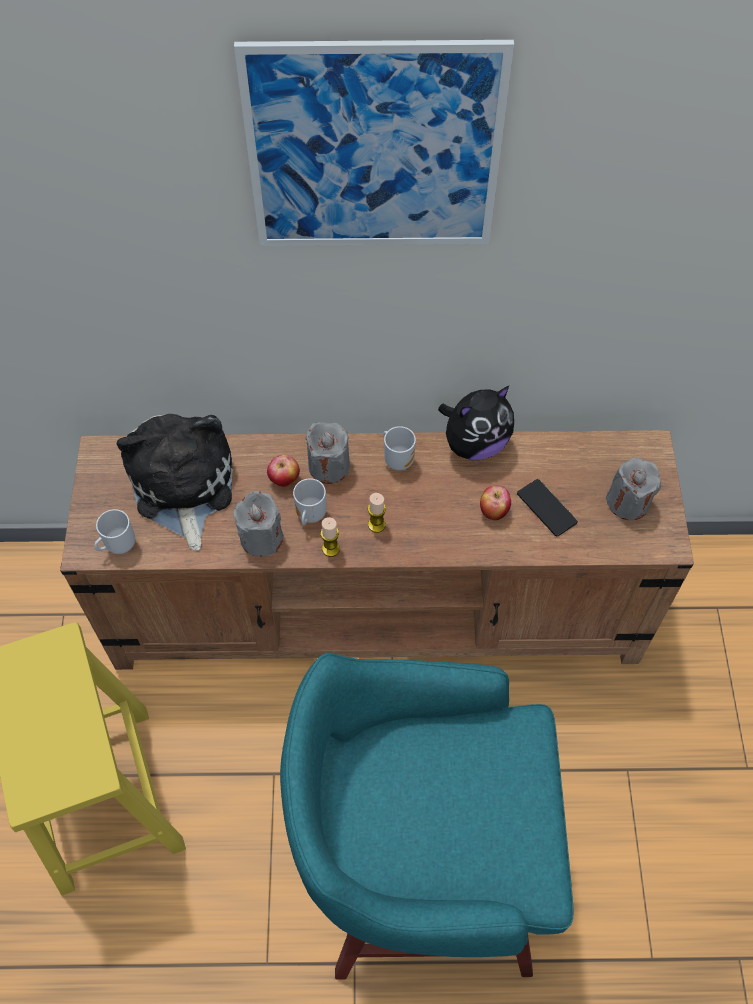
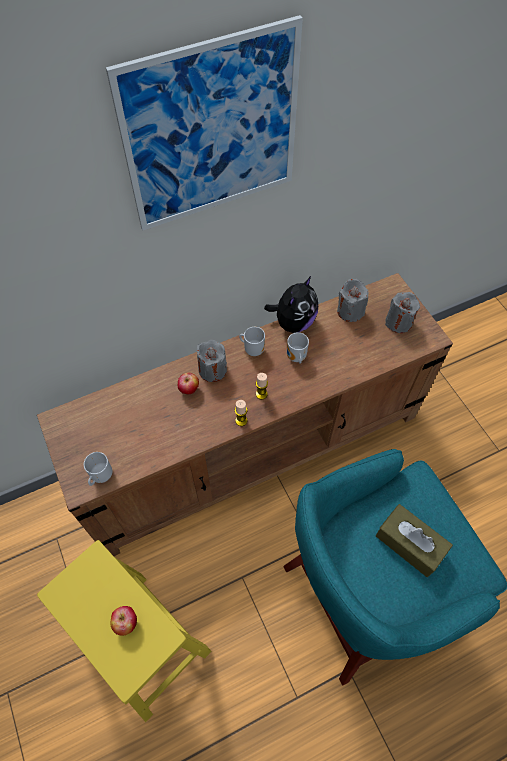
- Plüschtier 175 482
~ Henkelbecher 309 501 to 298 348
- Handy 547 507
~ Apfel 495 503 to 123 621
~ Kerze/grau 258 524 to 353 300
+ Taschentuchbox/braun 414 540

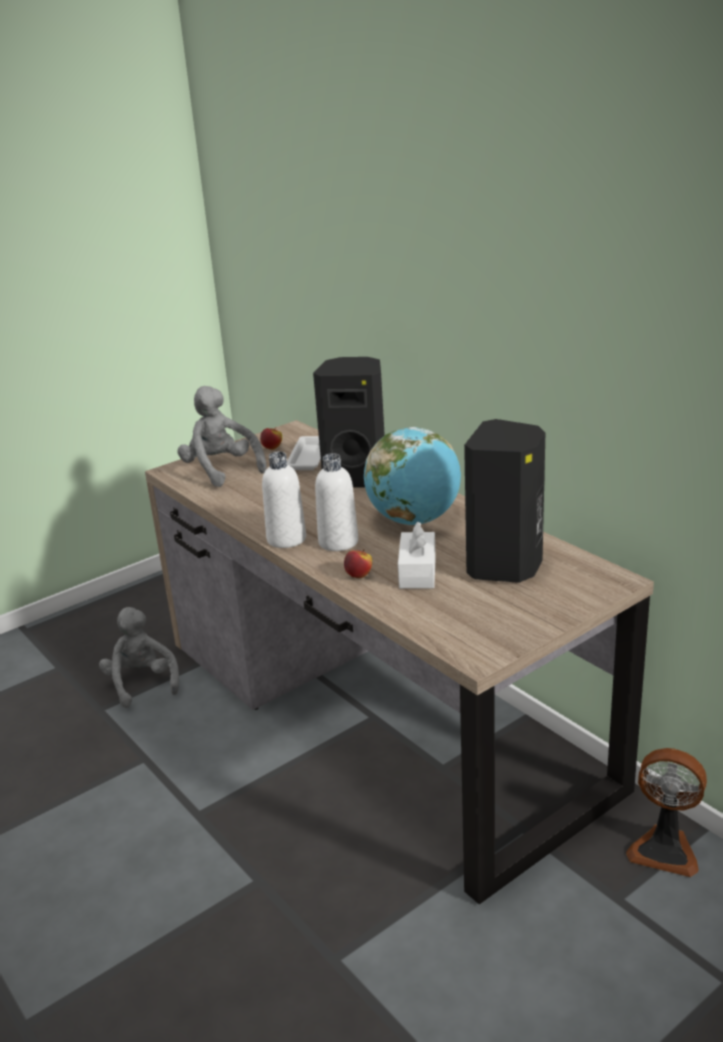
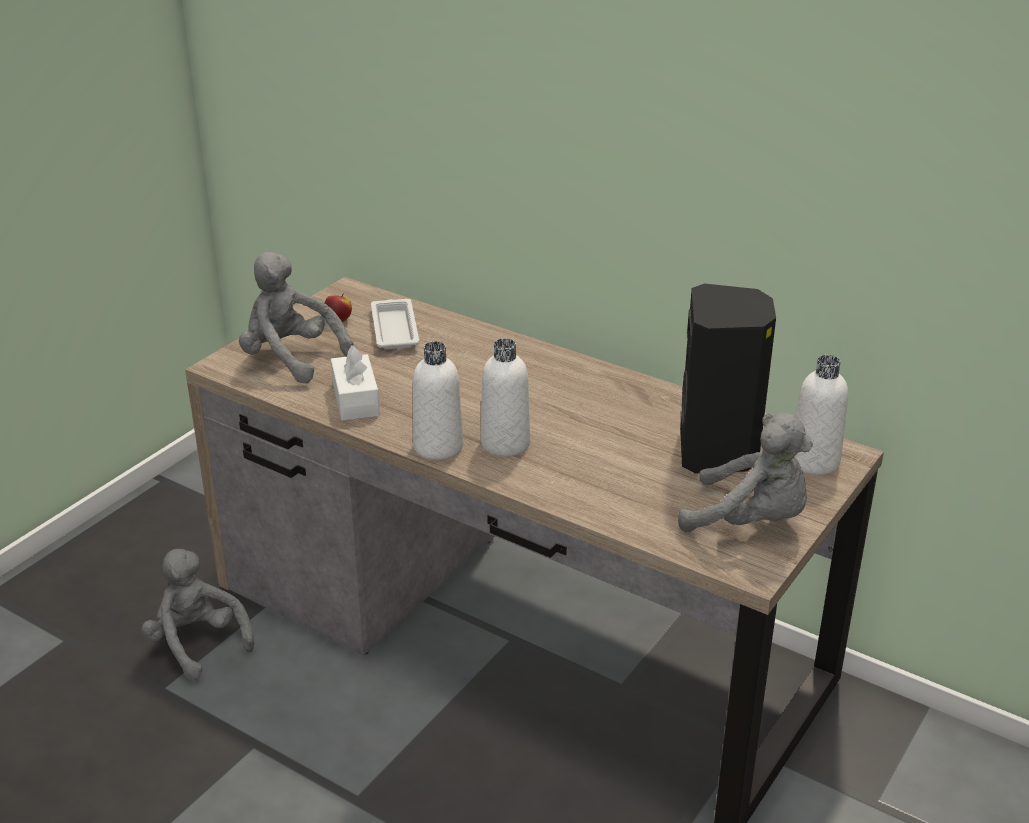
- Lautsprecher/schwarz 349 422
- Globus 412 476
~ Taschentuchbox/weiß 417 555 to 355 383
- Apfel 358 564
- Ventilator 666 812
+ Flasche/weiß 821 415
+ Plüschtier/grau 745 472

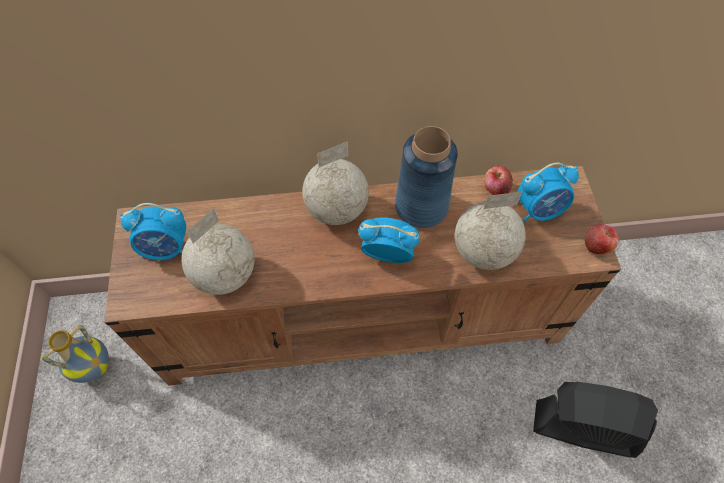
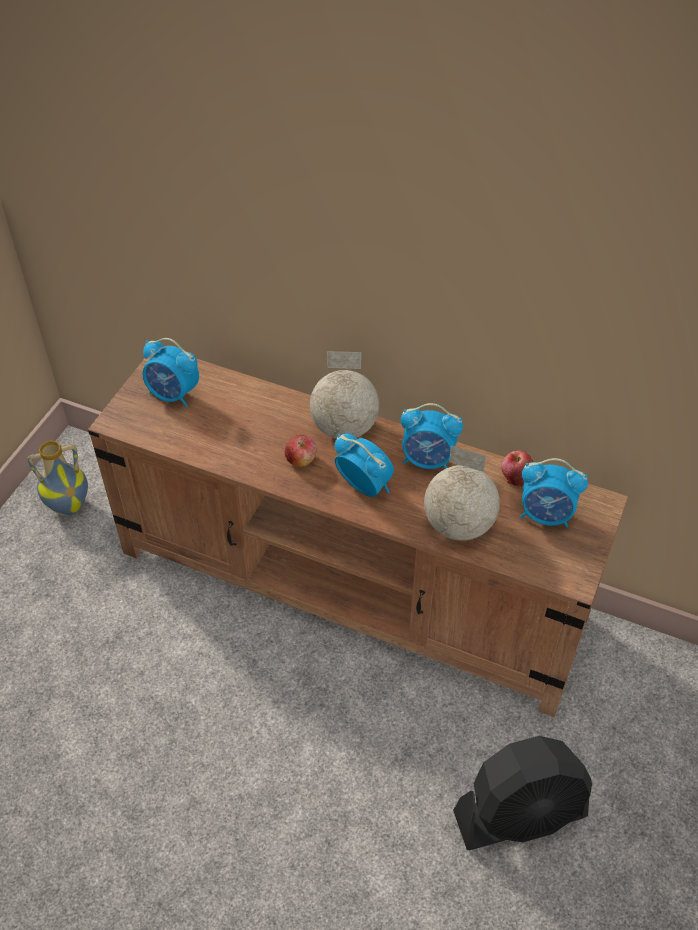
~ Vase/blau 426 177 to Wecker 432 436
- Globus 217 251
~ Apfel 602 239 to 301 451
~ Ventilator/schwarz 595 420 = 522 793 120 degrees clockwise

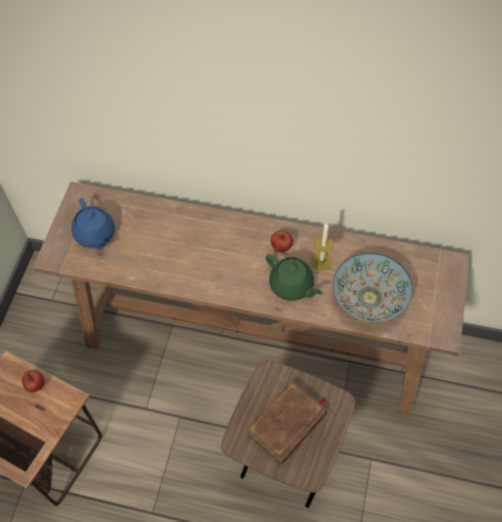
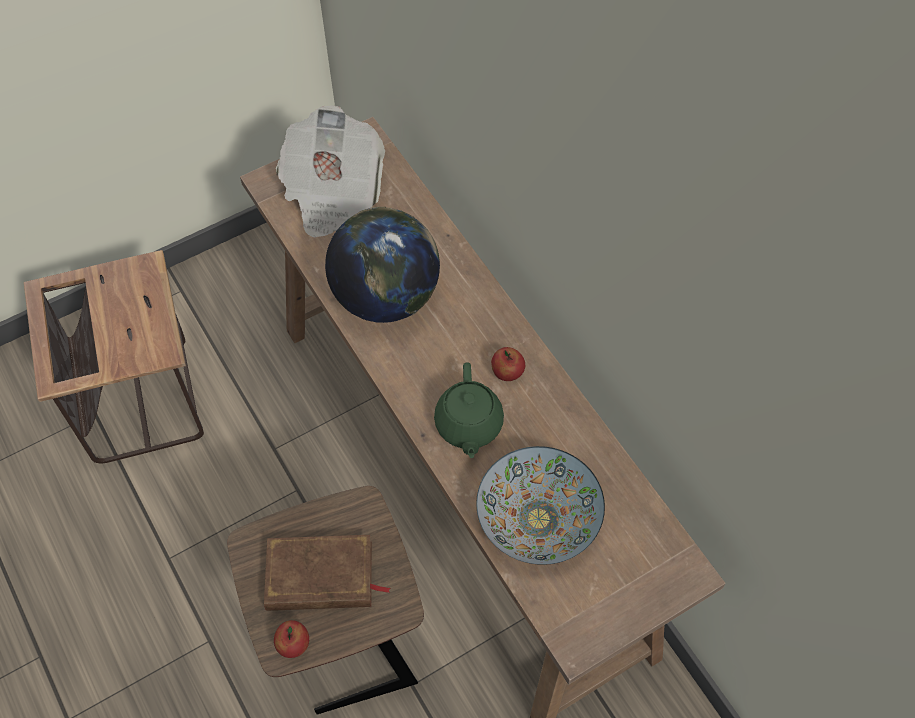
~ Teekanne/blau 93 223 to Zeitung 330 171
- Kerze 322 247
~ Apfel 33 381 to 291 639
+ Globus 382 265

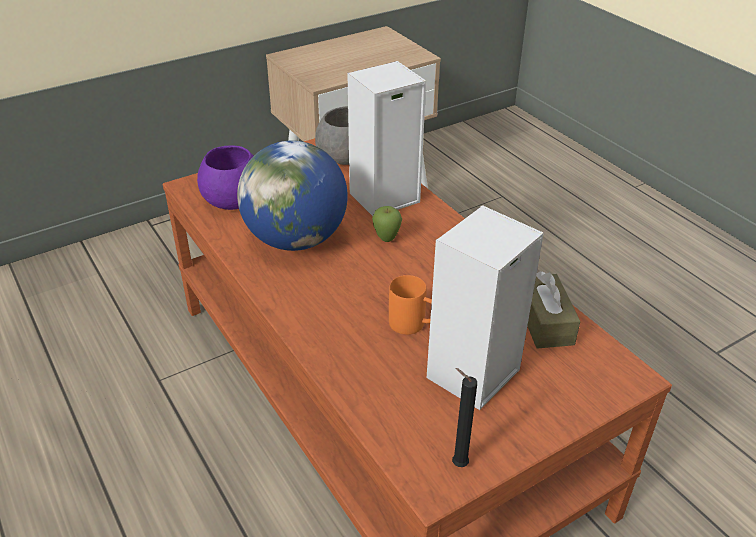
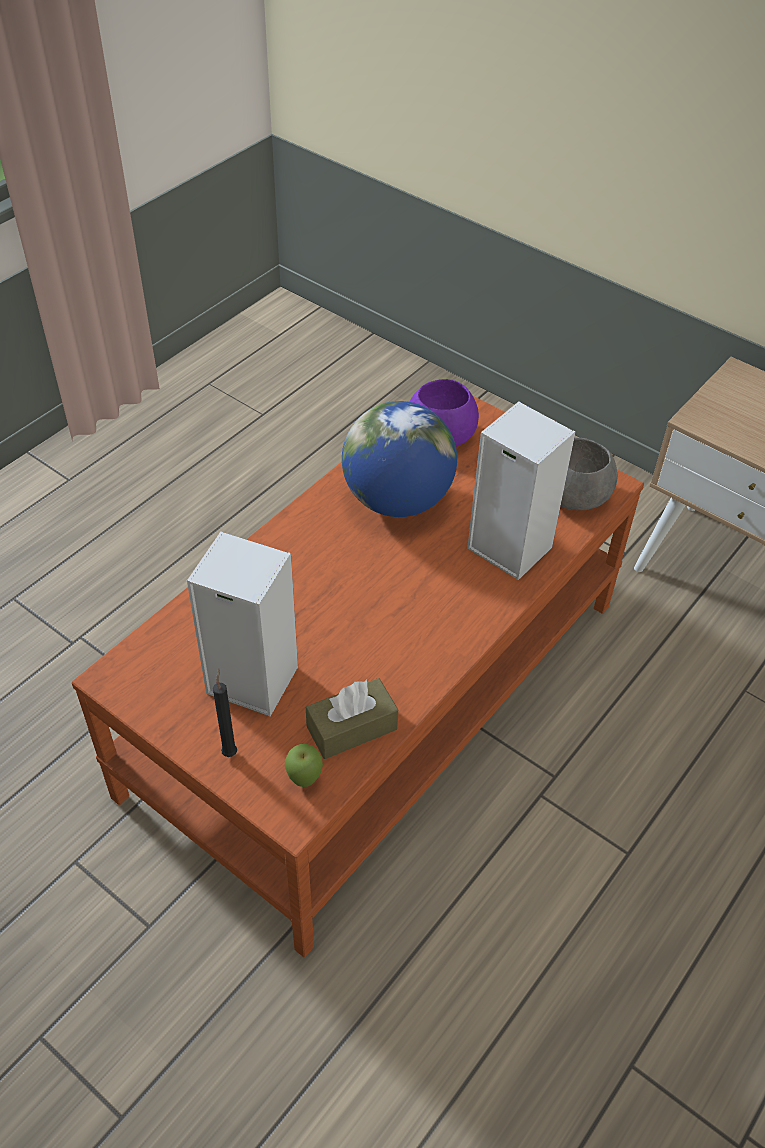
~ Apfel 387 224 to 304 765
- Henkelbecher/orange 410 305
~ Kerze/schwarz 464 417 to 225 712

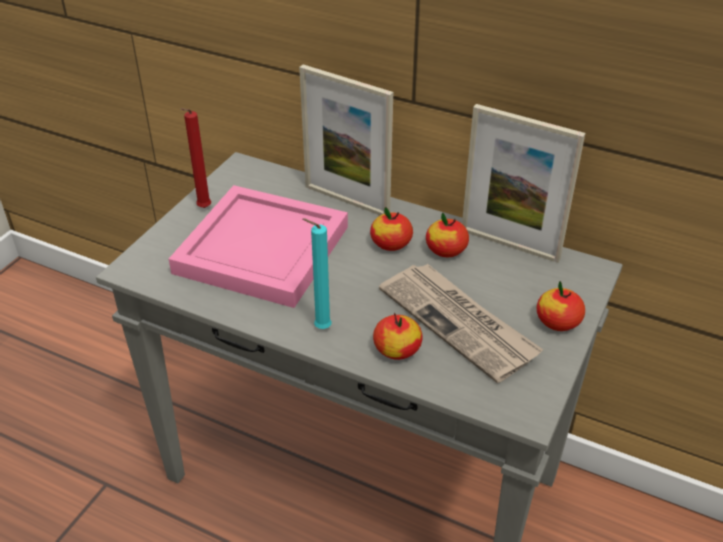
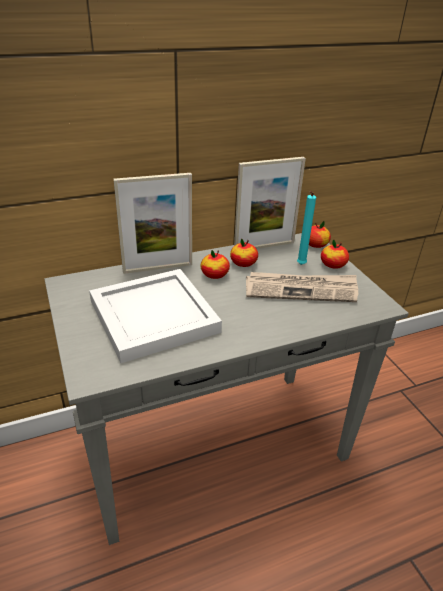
- Kerze/rot 196 158
~ Tablett/rosa 258 246 to Tablett/weiß 155 316
~ Kerze/türkis 317 273 to 306 228
~ Apfel 398 336 to 320 234

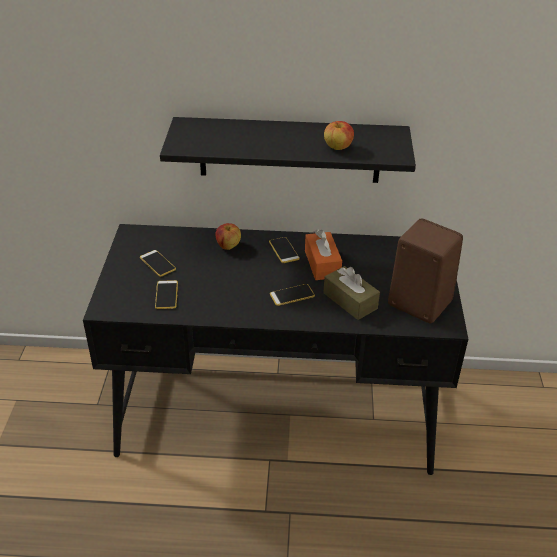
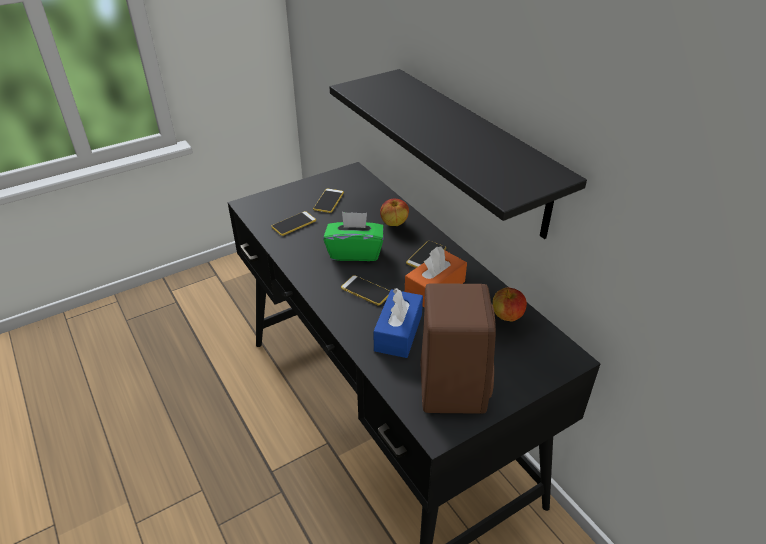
~ Apfel 339 135 to 510 305
~ Taschentuchbox/braun 351 293 to Taschentuchbox/blau 398 323
+ Taschentuchbox/grün 353 236

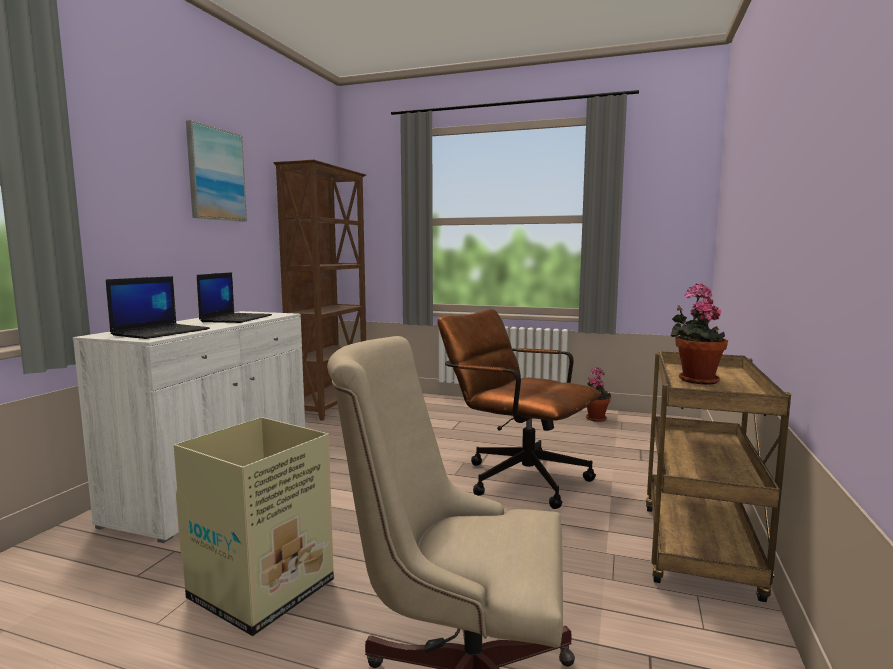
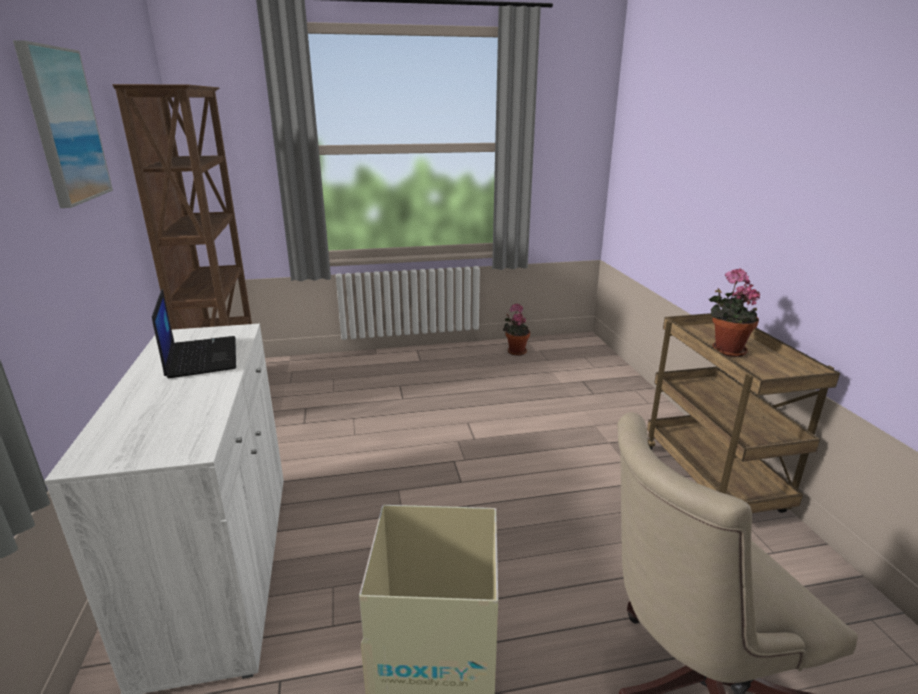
- Laptop 158 307
- Bürostuhl/braun 519 409

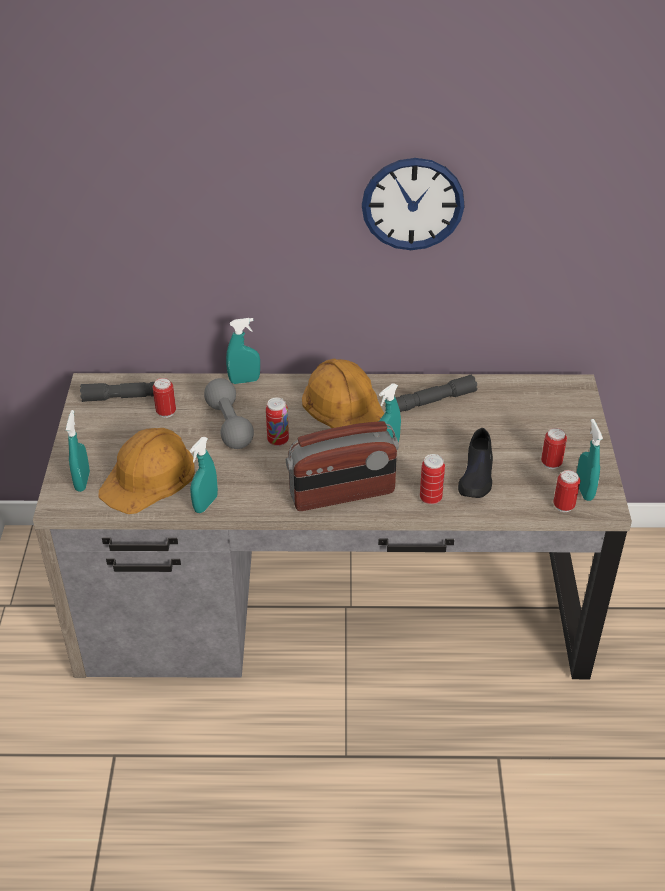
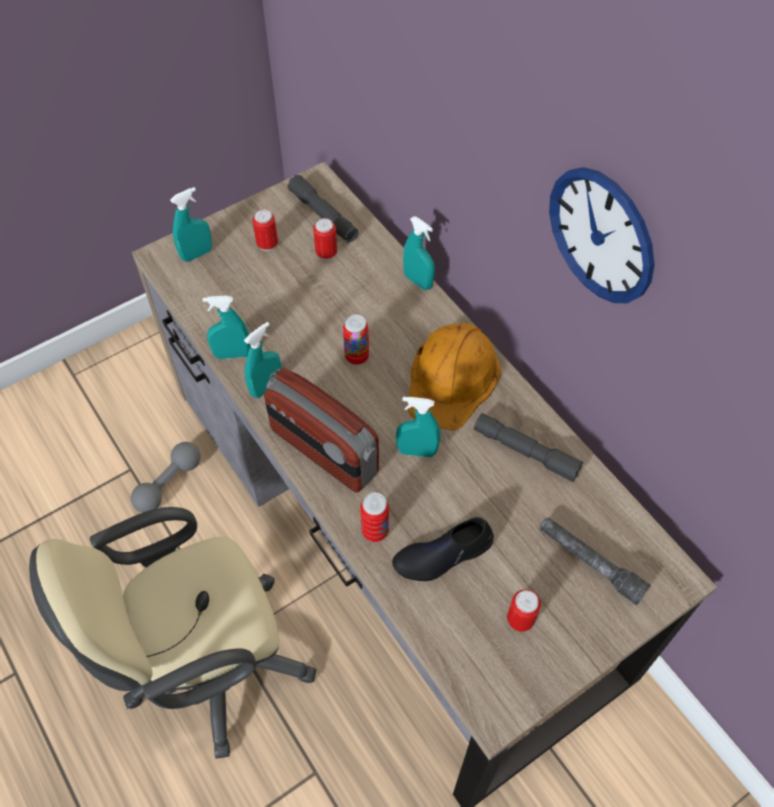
~ Hantel/grau 229 413 to 166 477
~ Sprühflasche/türkis 590 460 to 262 360
- Schutzhelm/orange 146 471
~ Dose 567 491 to 265 230
+ Bürostuhl/beige 172 632
+ Taschenlampe/grau 595 561

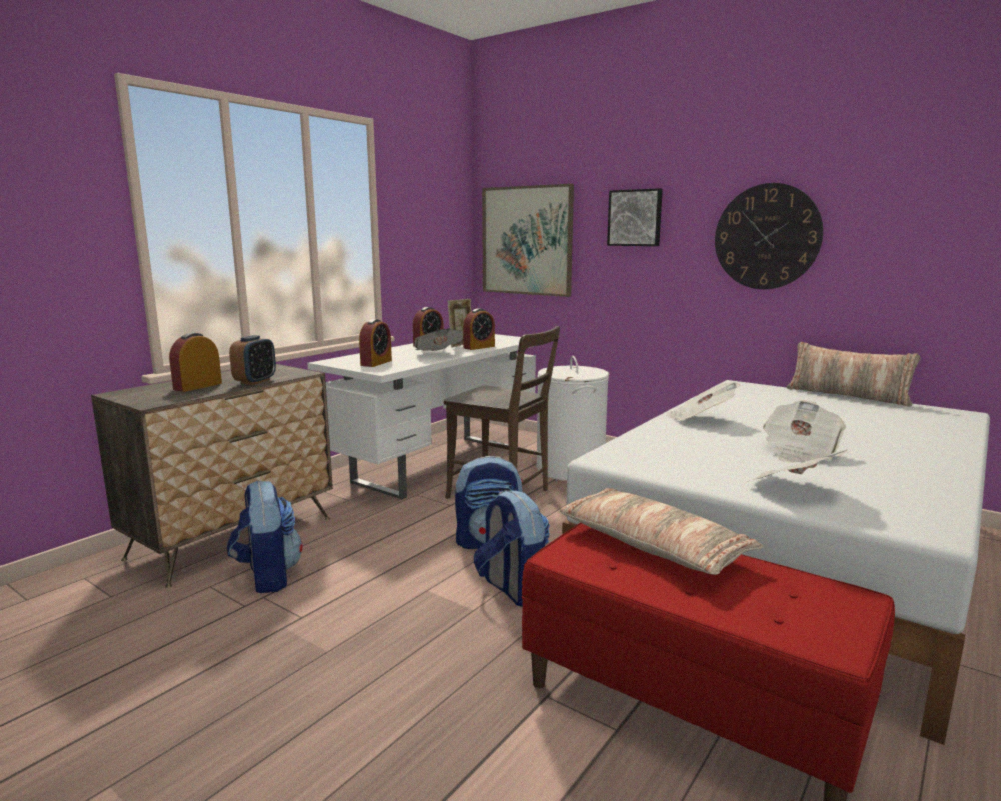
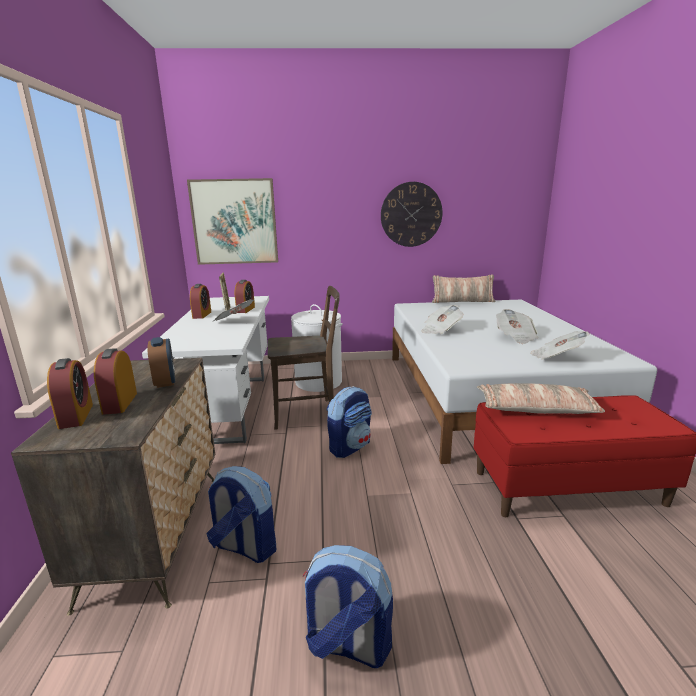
- Bild 635 217
~ Wecker 375 343 to 70 393
~ Rucksack 512 548 to 348 606

